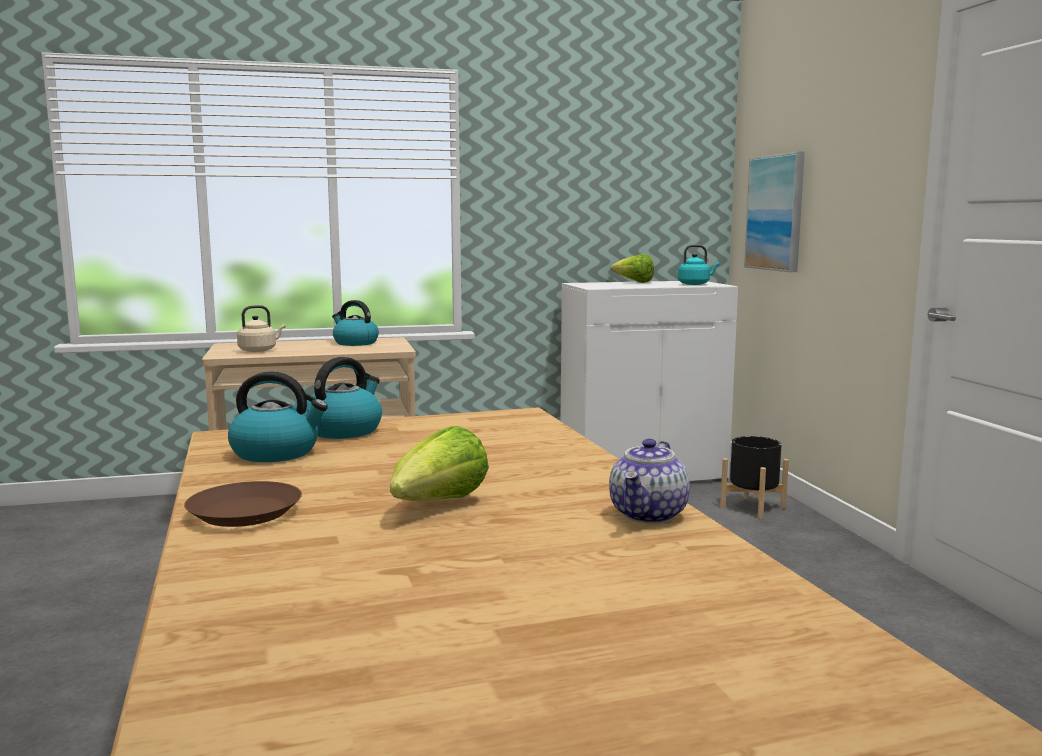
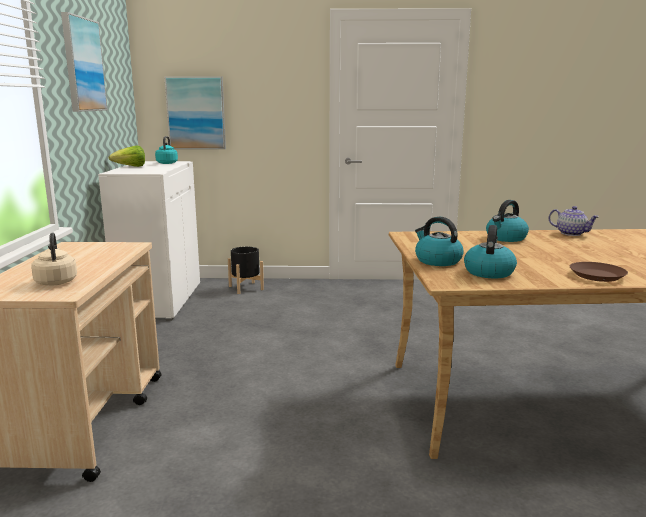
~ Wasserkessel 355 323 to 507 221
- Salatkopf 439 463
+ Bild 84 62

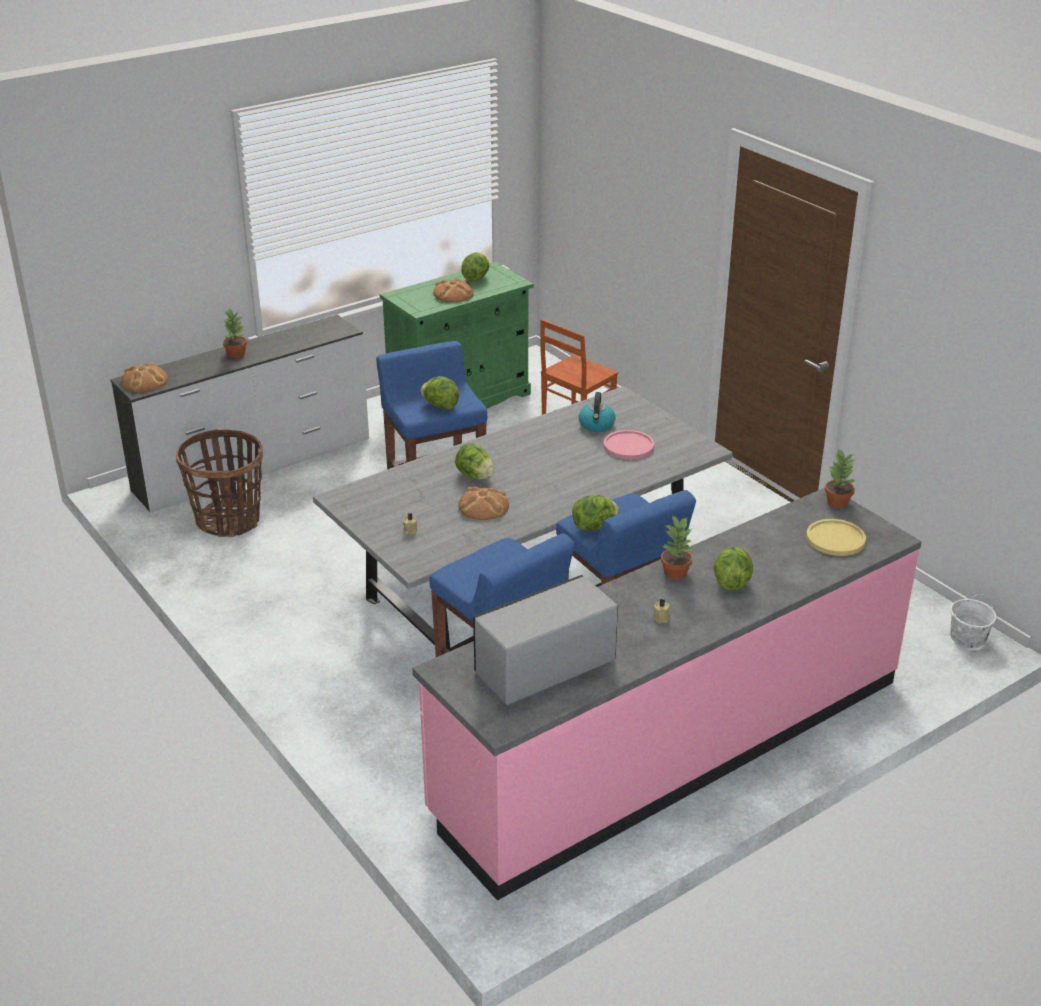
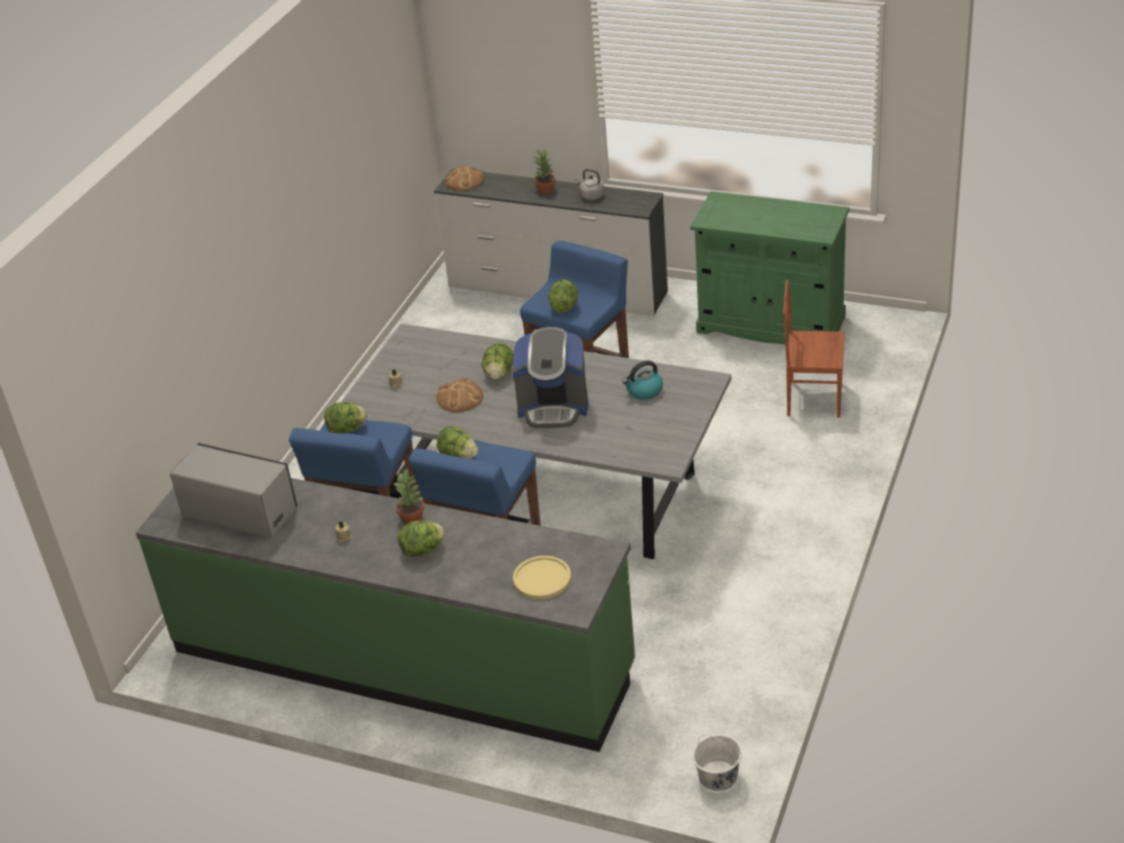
~ Salatkopf 475 267 to 345 417
- Brot 453 290
- Korb 219 483
- Teller/rosa 629 444
- Topfpflanze 840 478
~ Küchenzeile/rosa 667 694 to Küchenzeile/grün 385 615
+ Wasserkessel/grau 589 184
+ Kaffeemaschine 550 377

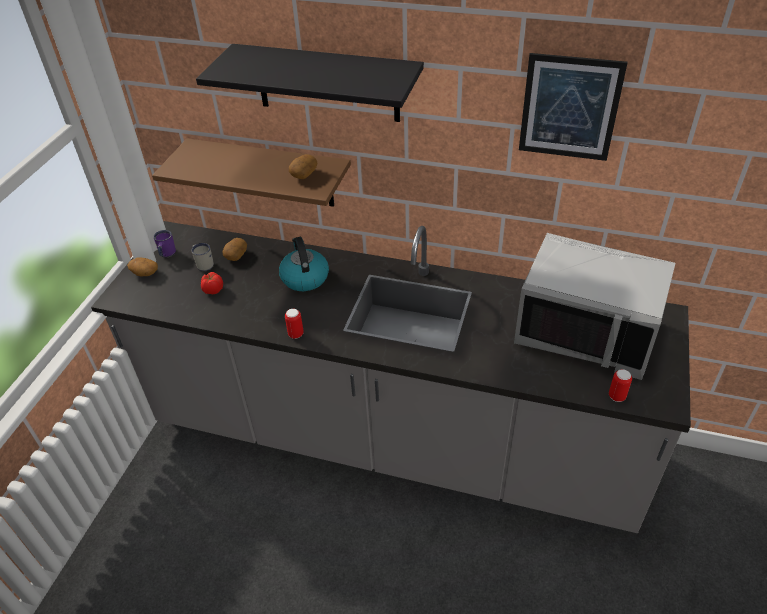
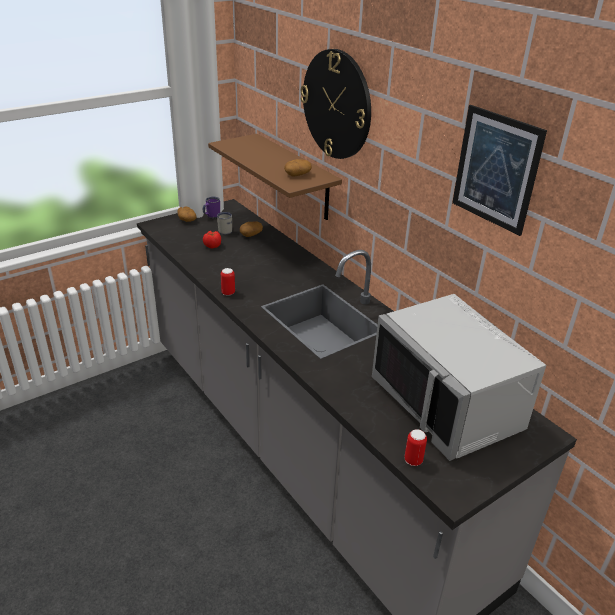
~ Wandregal/schwarz 310 83 to Wanduhr 336 104
- Wasserkessel 304 264

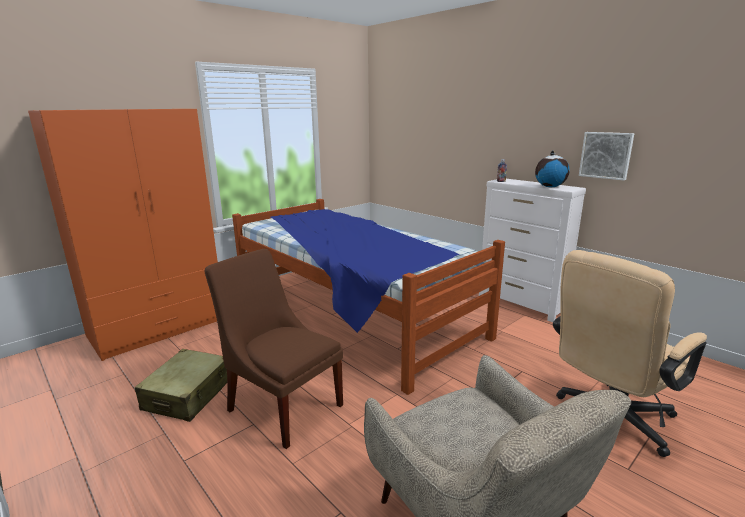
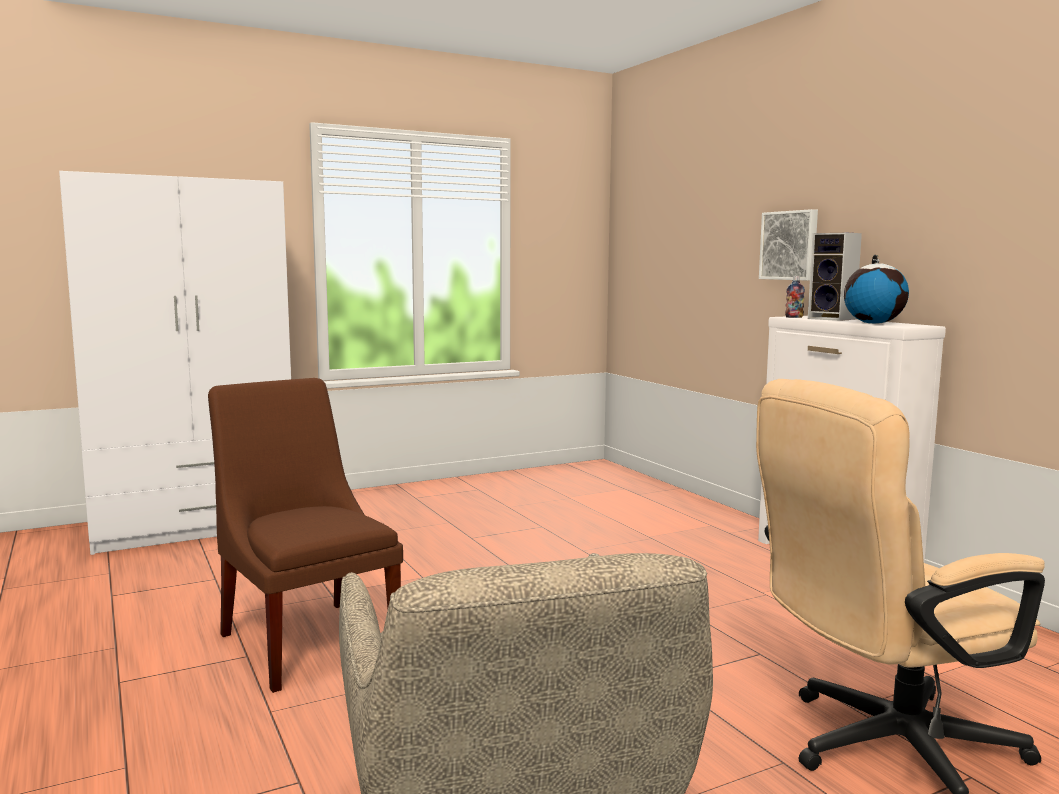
~ Kleiderschrank/orange 123 235 to Kleiderschrank/weiß 175 363
~ Bild 606 156 to 788 245
- Bett 368 297
- Koffer/beige 181 385
+ Lautsprecher 835 276

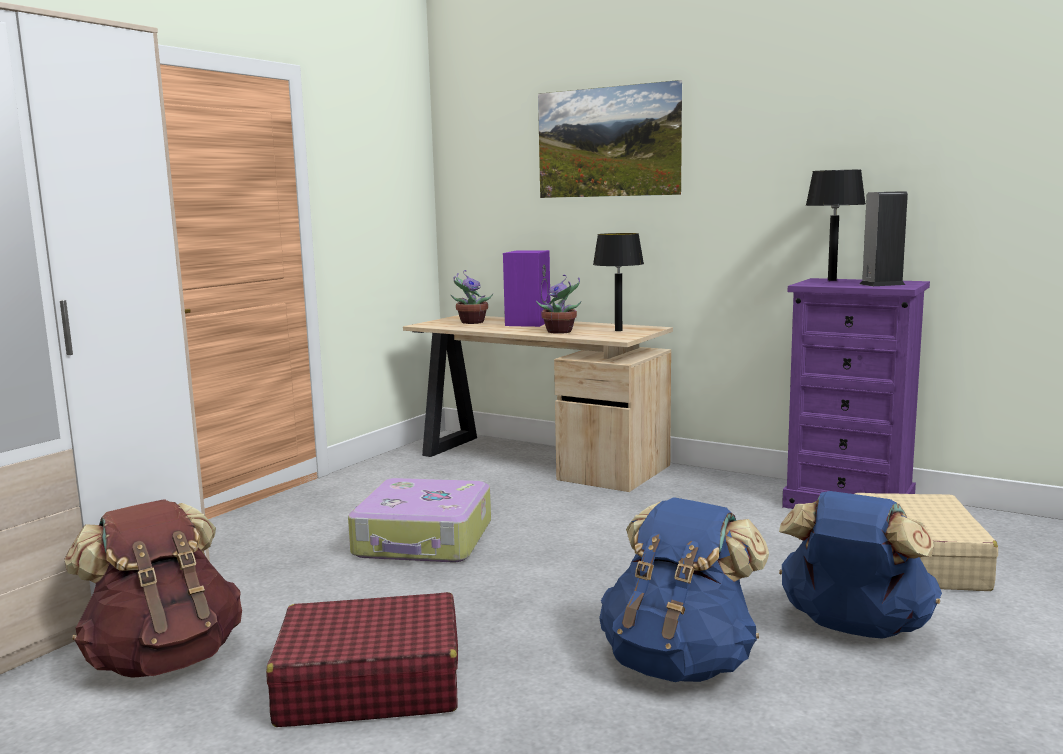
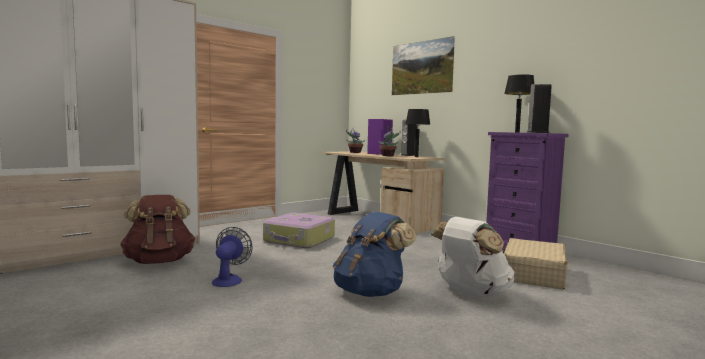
~ Rucksack/blau 860 565 to Rucksack/weiß 472 257
~ Koffer/rot 362 659 to Ventilator 232 257
+ Lautsprecher 409 137

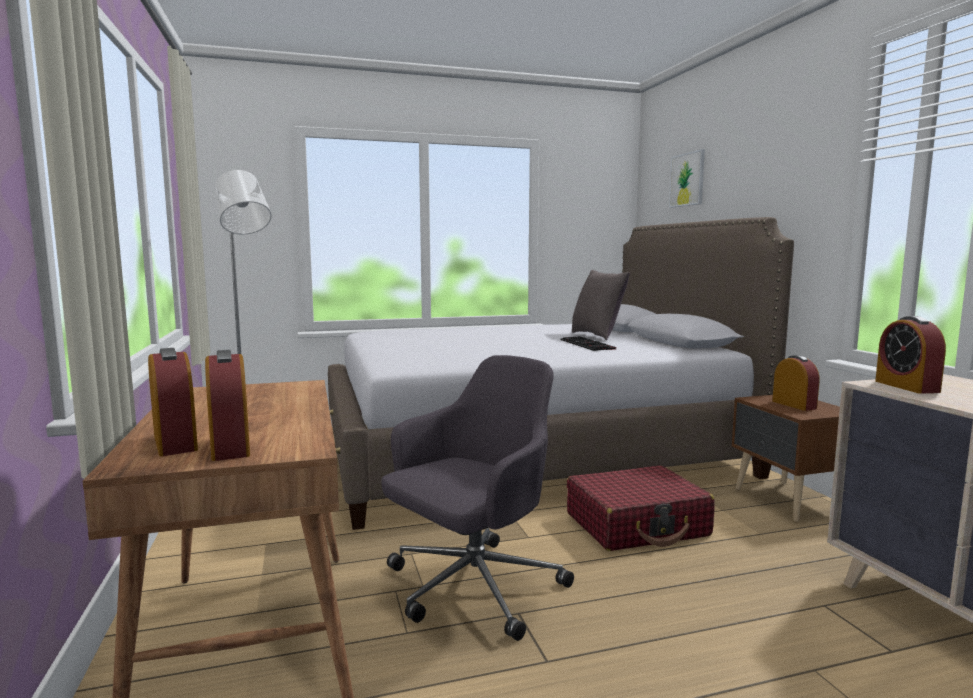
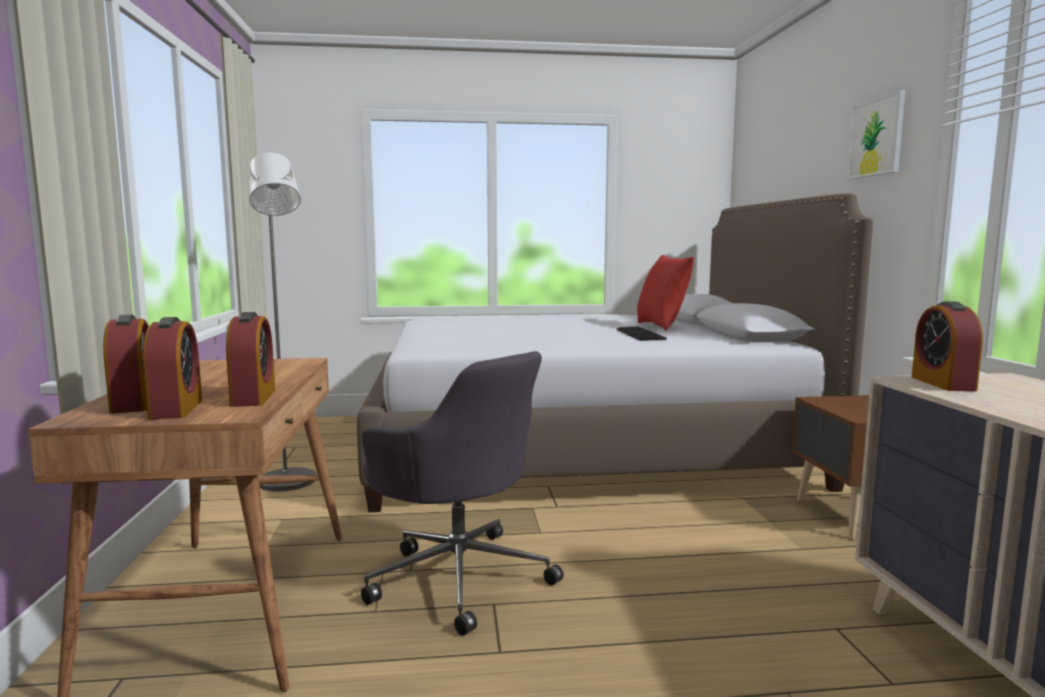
~ Bild 687 178 to 876 135
~ Kissen/grau 601 305 to Kissen/rot 665 293
~ Bürostuhl/grau 477 498 = 462 493 75 degrees clockwise
~ Wecker 796 383 to 250 359
- Koffer/rot 641 508

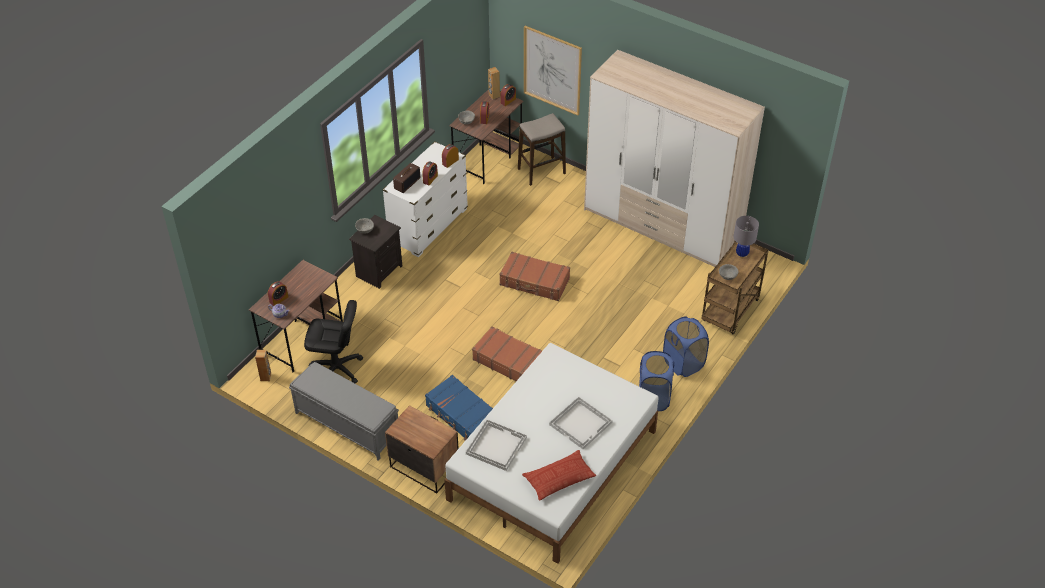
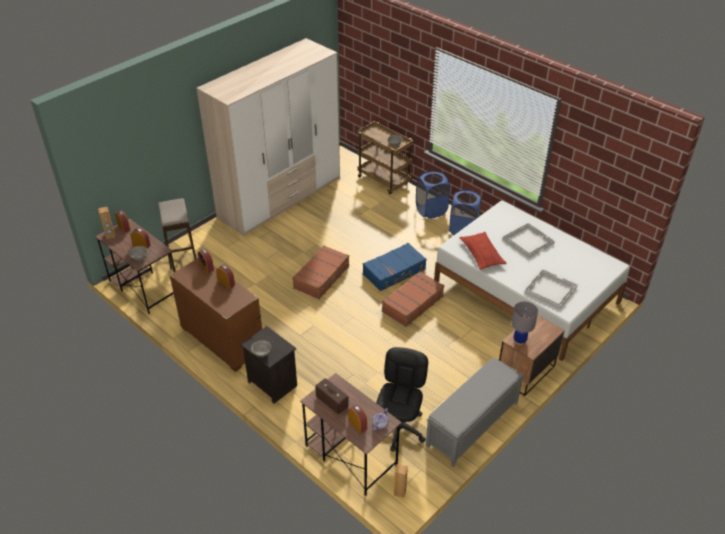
- Bild 553 71
~ Kommode/weiß 425 199 to Kommode/braun 215 315
~ Radio 406 178 to 332 396
~ Tischlampe/grau 746 237 to 524 323
~ Koffer/blau 459 407 to 394 267
~ Kissen 559 475 to 483 251

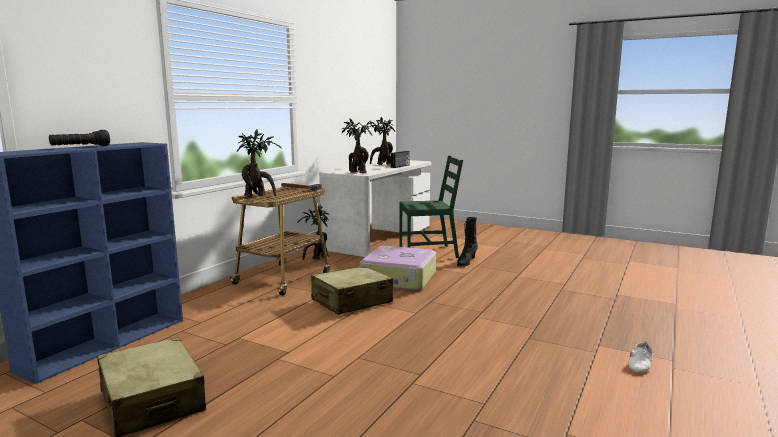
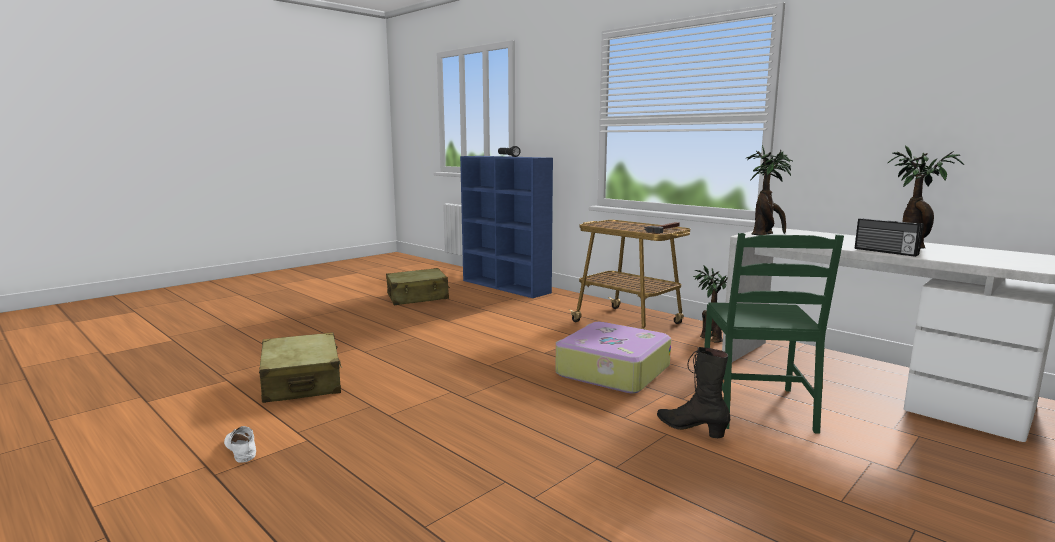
- Topfpflanze 259 163
~ Koffer/beige 352 290 to 300 367

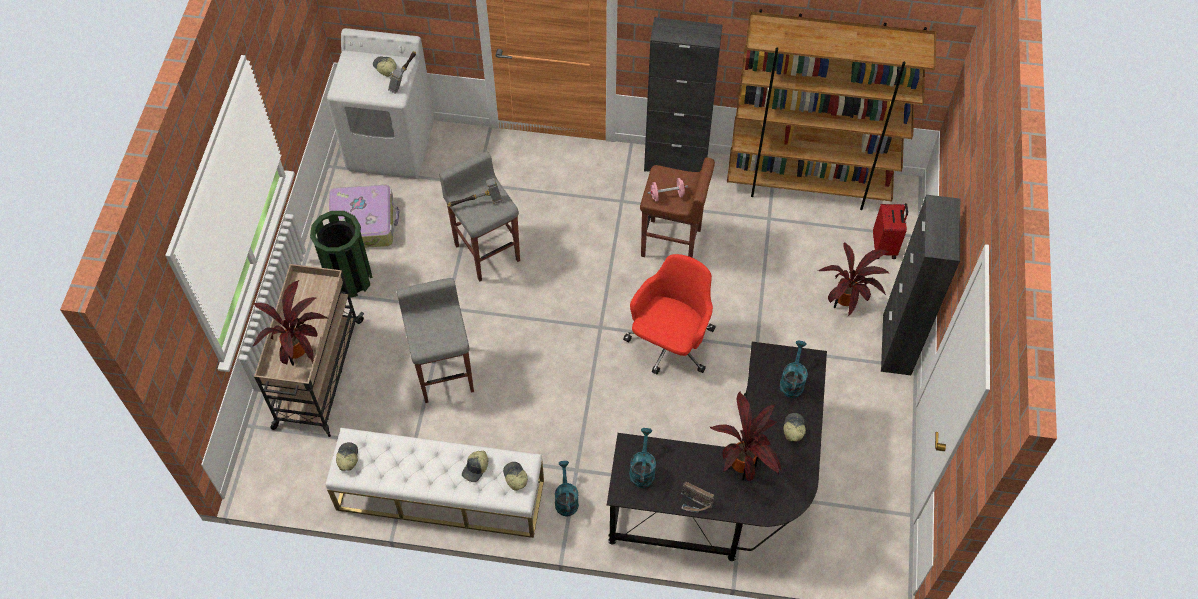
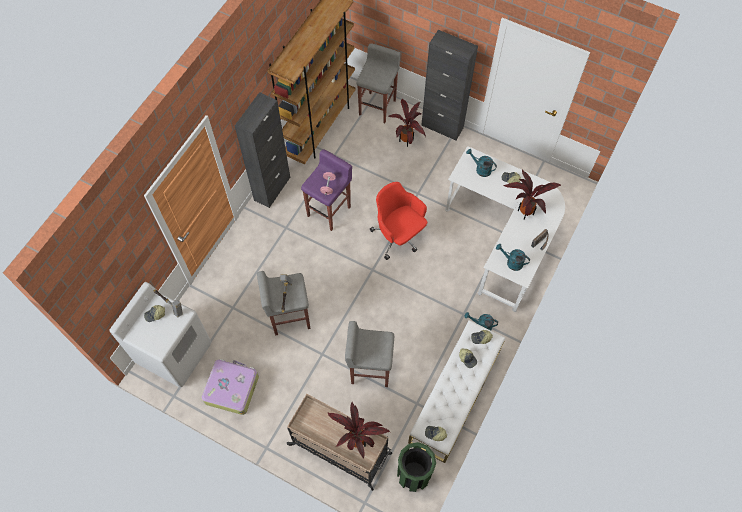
~ Hocker/braun 677 207 to Hocker/lila 326 190
~ Koffer/rot 890 231 to Hocker/grau 378 83
~ Mülleimer/grün 341 254 to 416 467
~ Schreibtisch/schwarz 717 451 to Schreibtisch/weiß 505 229

